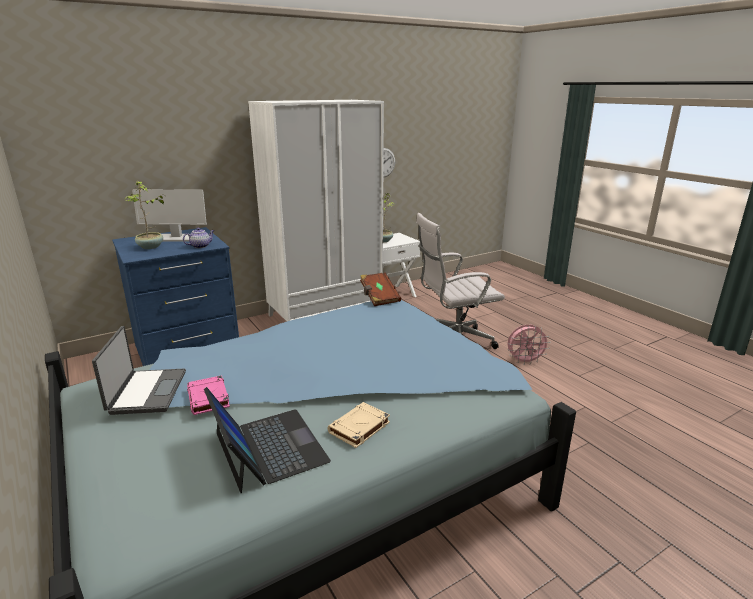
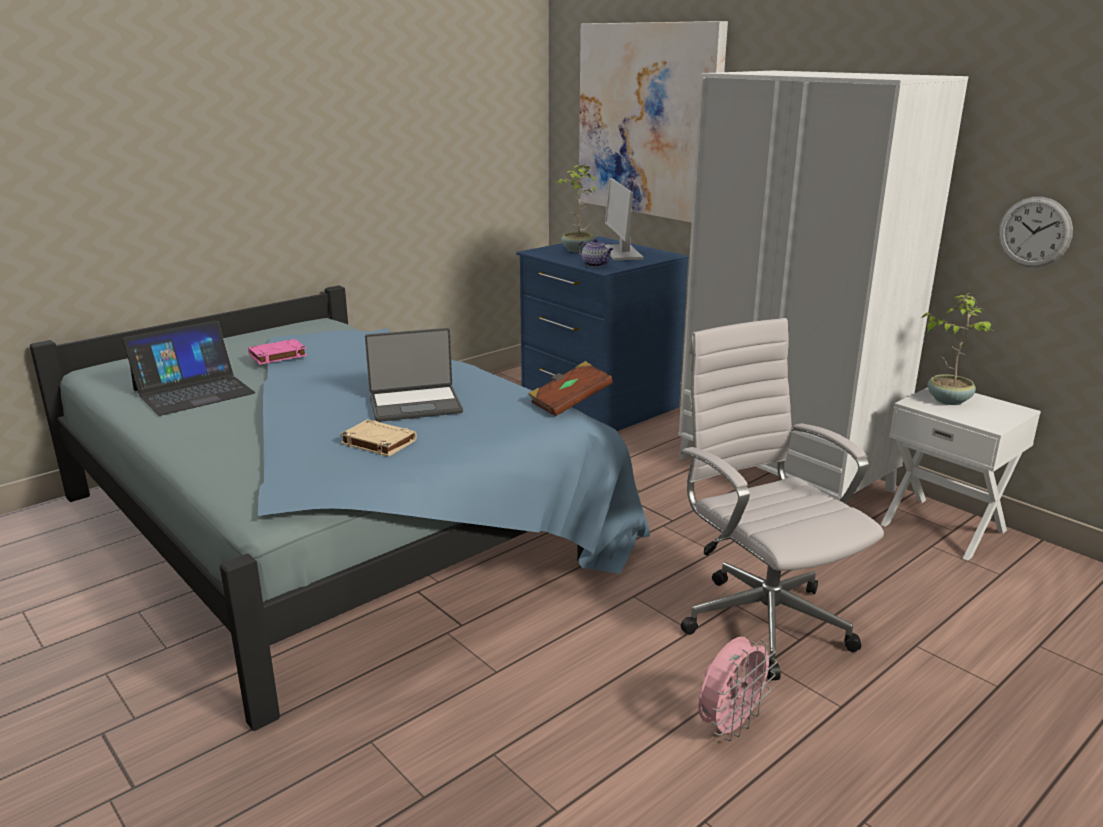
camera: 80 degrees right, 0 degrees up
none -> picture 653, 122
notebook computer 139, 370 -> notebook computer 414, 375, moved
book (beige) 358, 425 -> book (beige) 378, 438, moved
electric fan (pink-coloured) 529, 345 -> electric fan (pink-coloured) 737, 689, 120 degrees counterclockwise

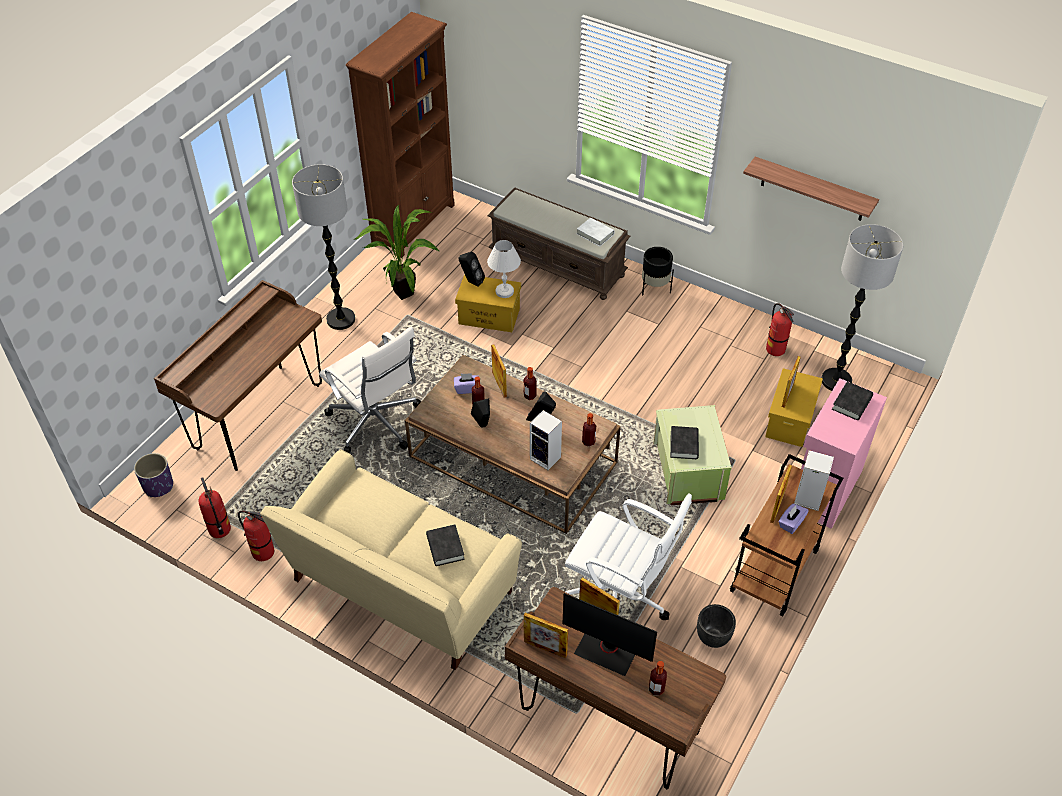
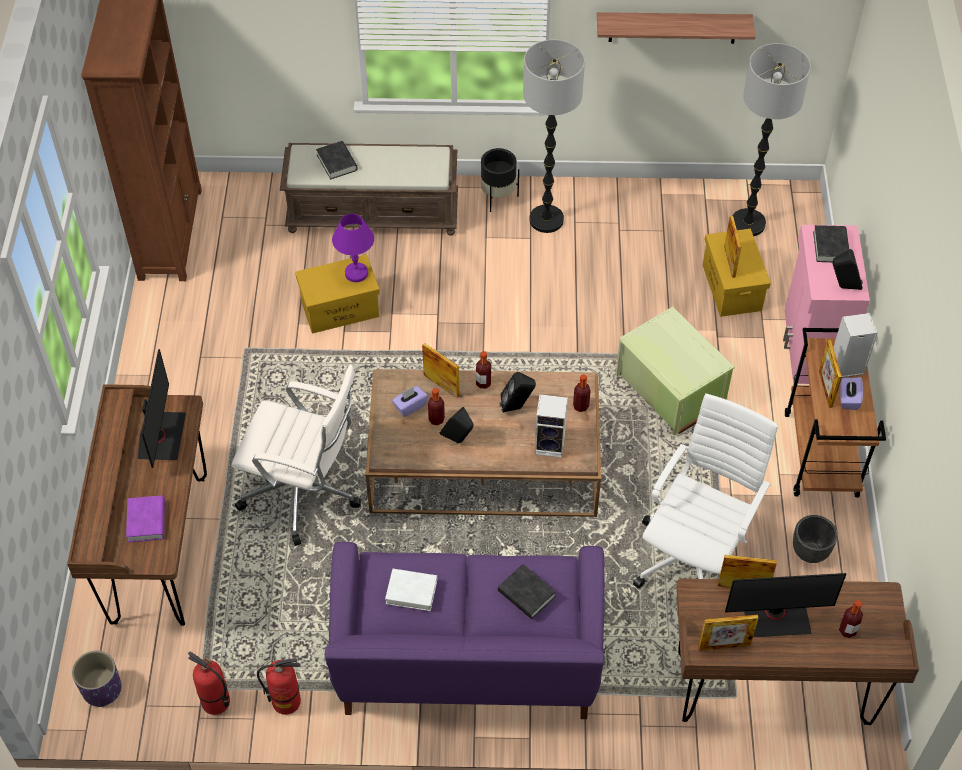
camera: 30 degrees left, 5 degrees up
plant in a pot 397, 252 -> none
fire-fighting cylinder 780, 329 -> none
none -> book (purplish) 145, 518
none -> computer display 162, 408
floor lamp 323, 247 -> floor lamp 554, 136, moved
audio speaker (black) 472, 269 -> audio speaker (black) 847, 269, moved
book (white) 596, 232 -> book (white) 411, 590, moved
book (black) 684, 442 -> book (black) 337, 160, moved
settee (beige) 391, 559 -> settee (purplish) 465, 630
table lamp (white) 504, 269 -> table lamp (purplish) 353, 248
office chair (white) 628, 556 -> office chair (white) 705, 491, 60 degrees counterclockwise

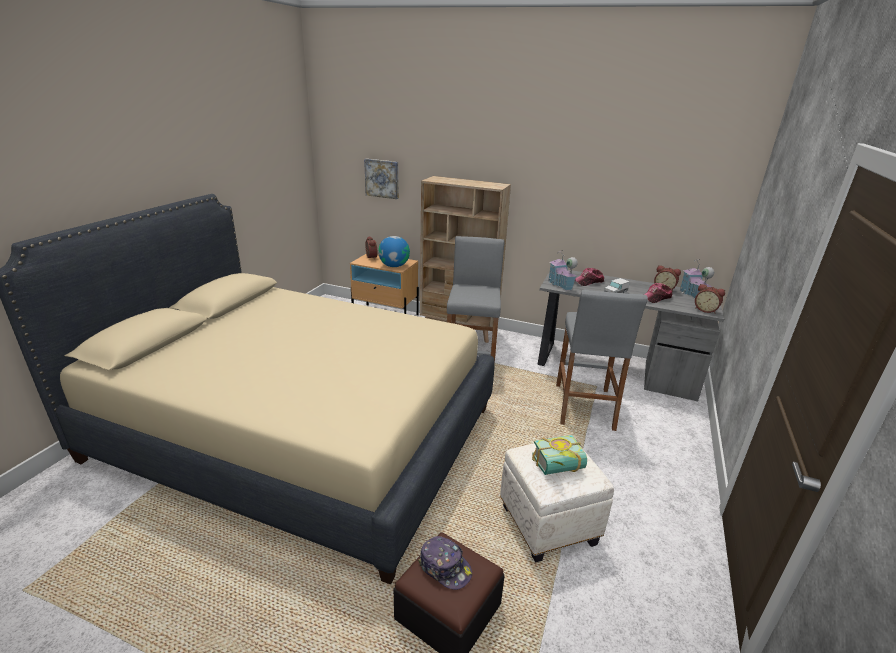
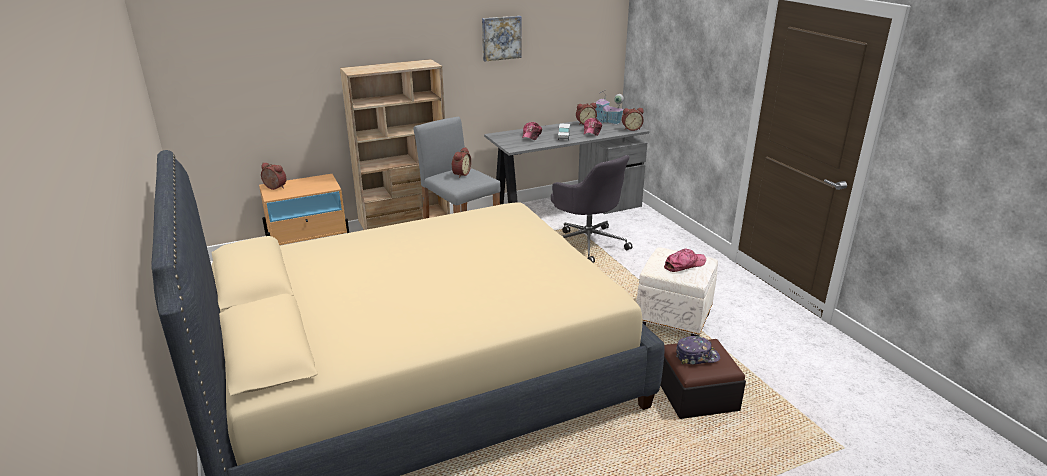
camera: 45 degrees left, 0 degrees up
world globe 394, 251 -> none
miniature house 563, 270 -> none
none -> bedside clock 461, 162
picture 381, 179 -> picture 502, 38, moved
book 559, 455 -> peaked cap 685, 260
sitting stool (grey) 602, 360 -> office chair (grey) 592, 209

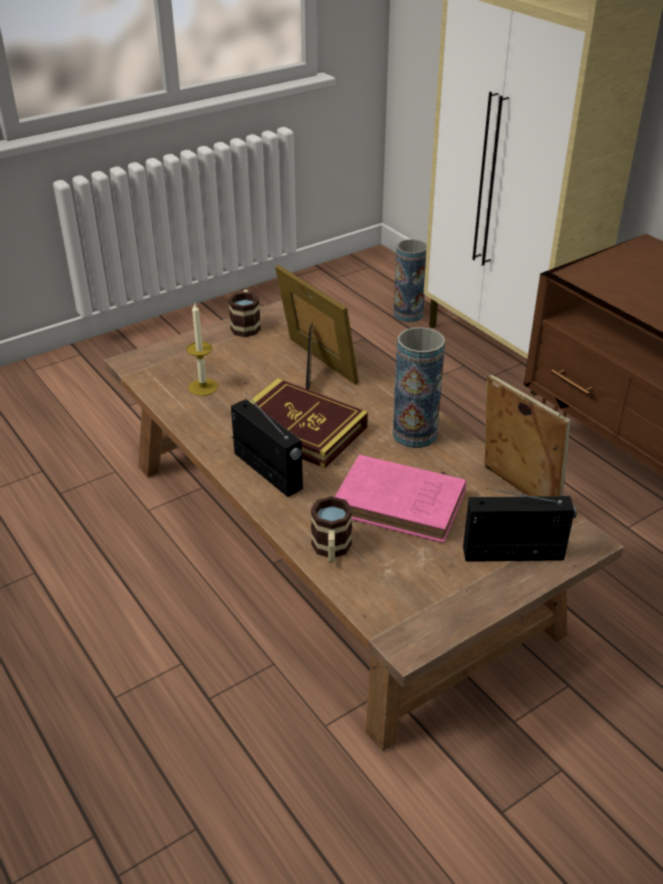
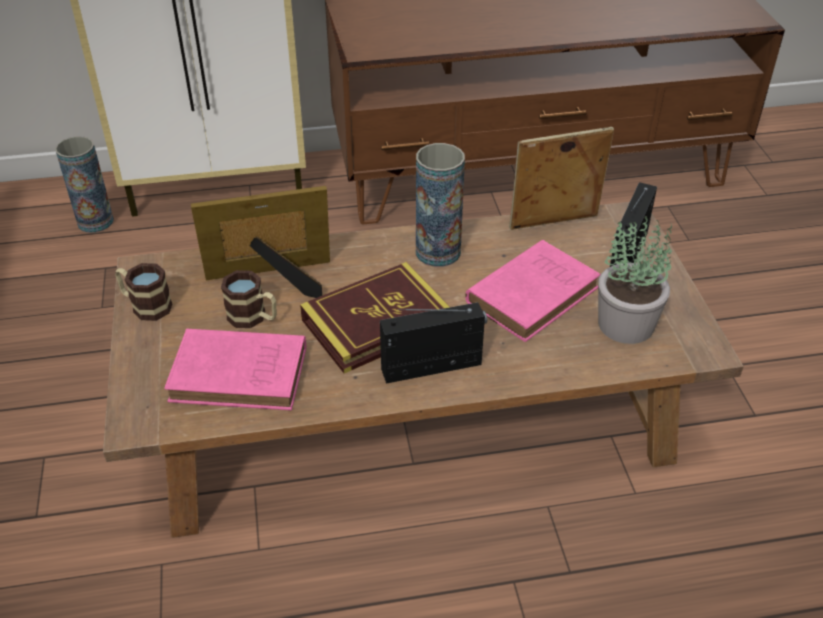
camera: 65 degrees left, 5 degrees up
none -> plant in a pot 635, 280
coffee mug 332, 529 -> coffee mug 249, 299, moved
wax light 202, 349 -> book (pink-coloured) 235, 370

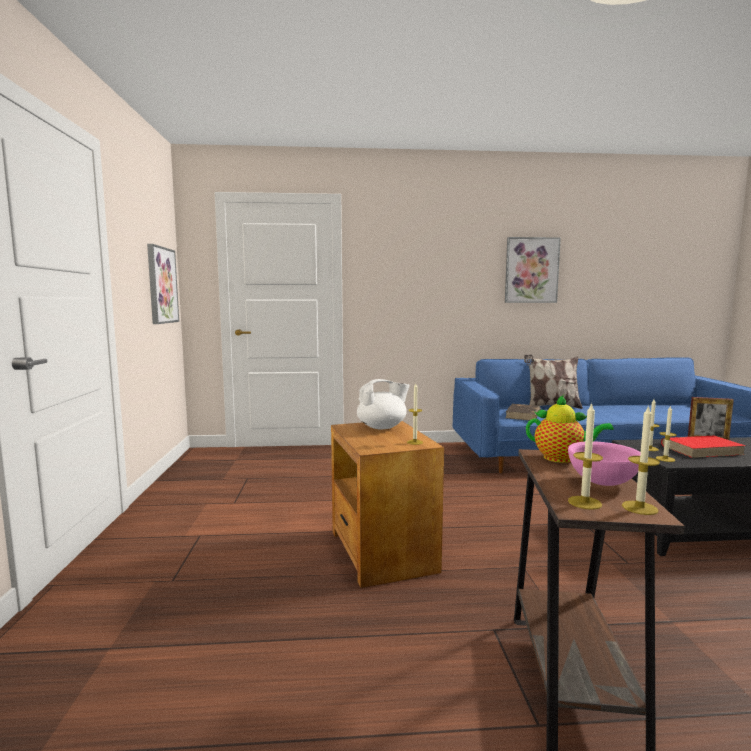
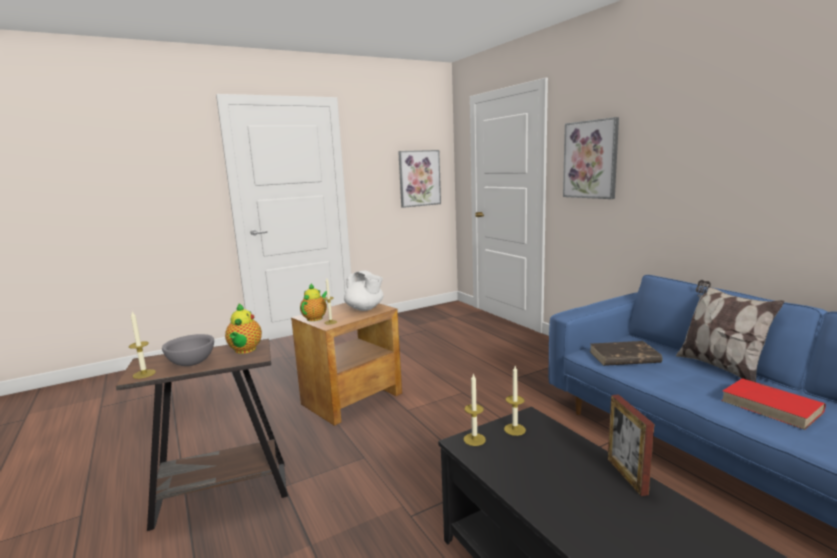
camera: 65 degrees right, 5 degrees up
wax light 585, 456 -> none
none -> pot for tea 313, 302
picture 533, 270 -> picture 591, 158, moved
book (reddish) 703, 447 -> book (reddish) 773, 404, moved
serving bowl (pink-coloured) 604, 463 -> serving bowl (grey) 188, 350

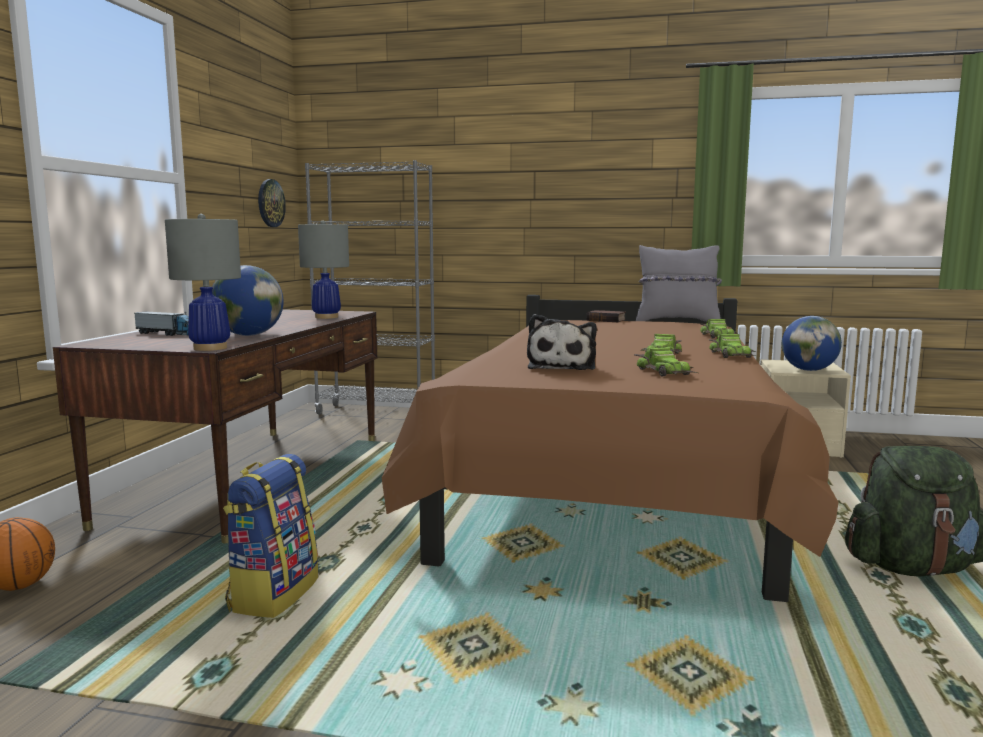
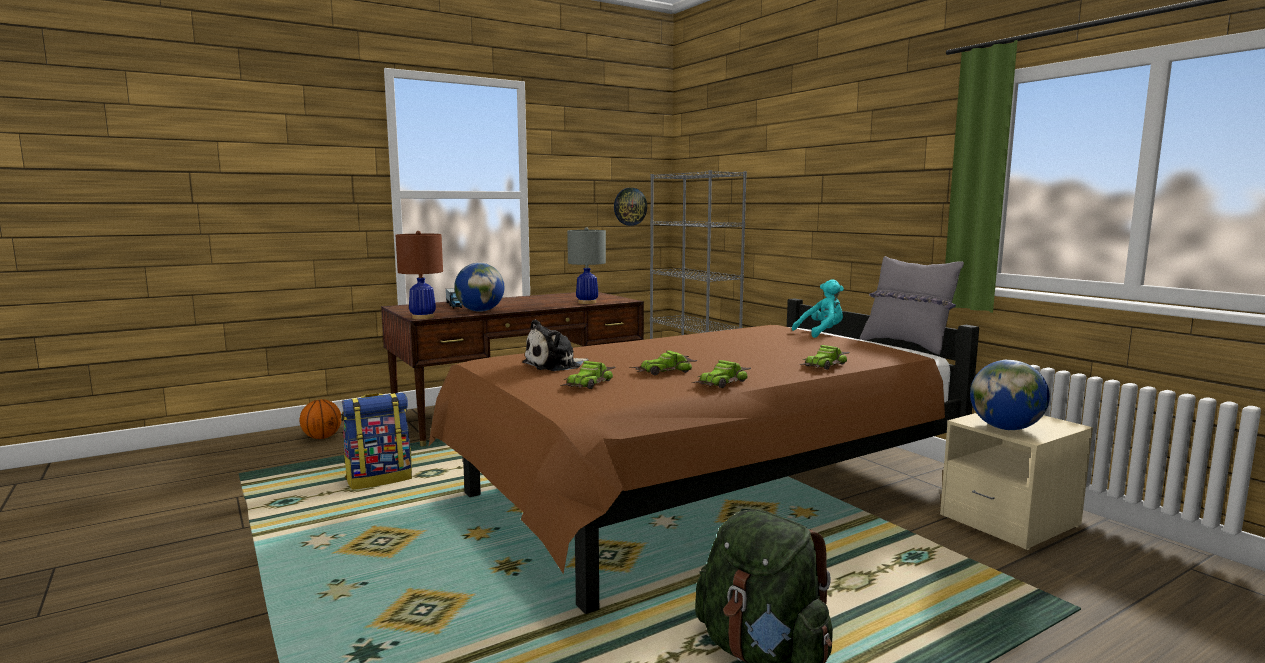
camera: 45 degrees right, 0 degrees up
book 606, 316 -> plush toy (turquoise) 818, 308
table lamp (grey) 203, 282 -> table lamp (brownish) 419, 275

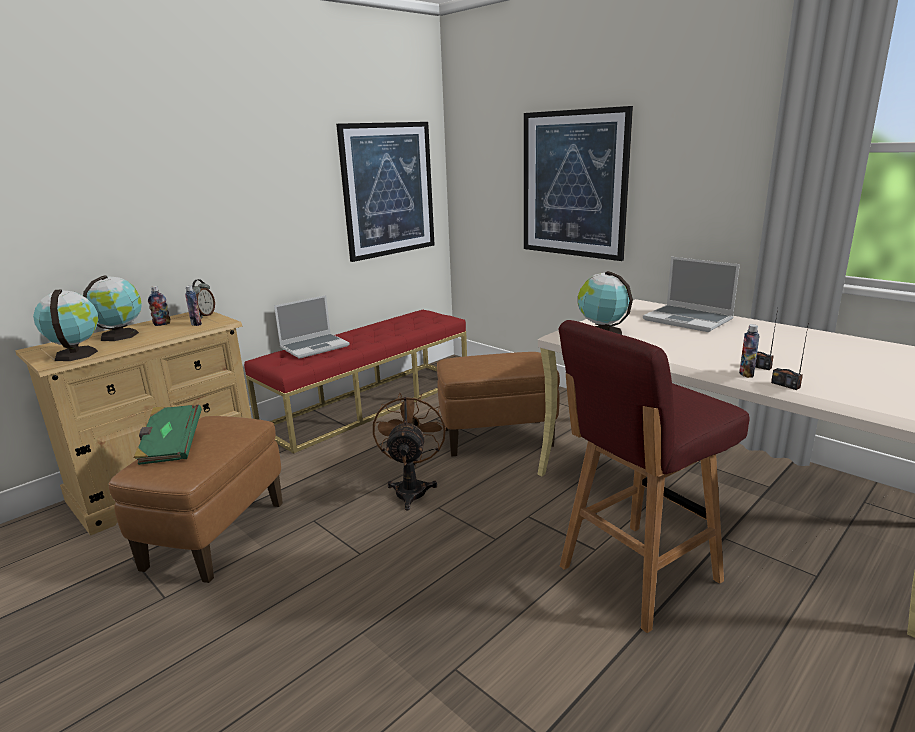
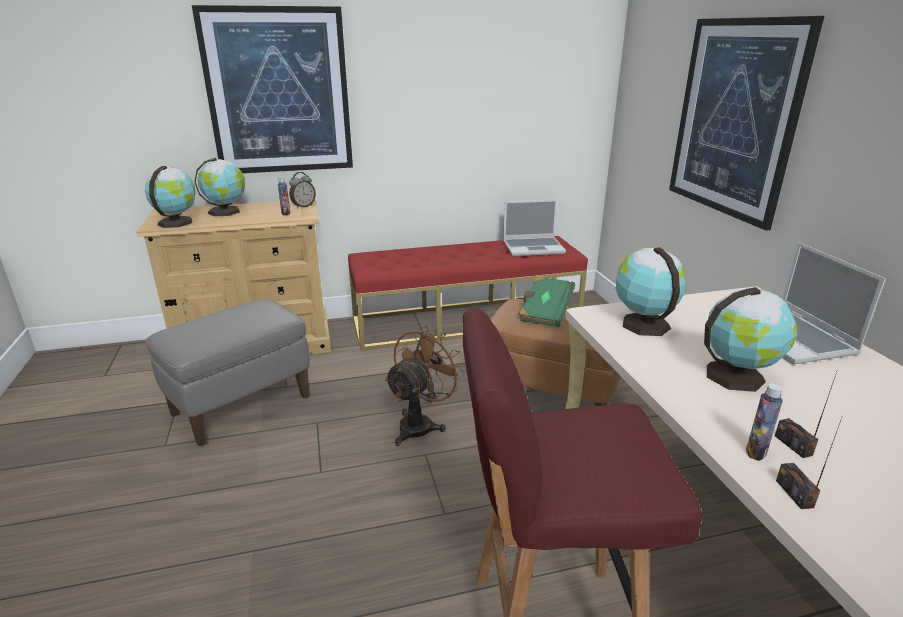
camera: 30 degrees right, 5 degrees up
drink bottle 159, 306 -> none
none -> world globe 750, 339
book (greenish) 168, 435 -> book (greenish) 547, 301, moved
notebook computer 312, 327 -> notebook computer 534, 228, moved
picture 385, 192 -> picture 272, 89, moved
footrest (brownish) 196, 499 -> footrest (grey) 228, 373

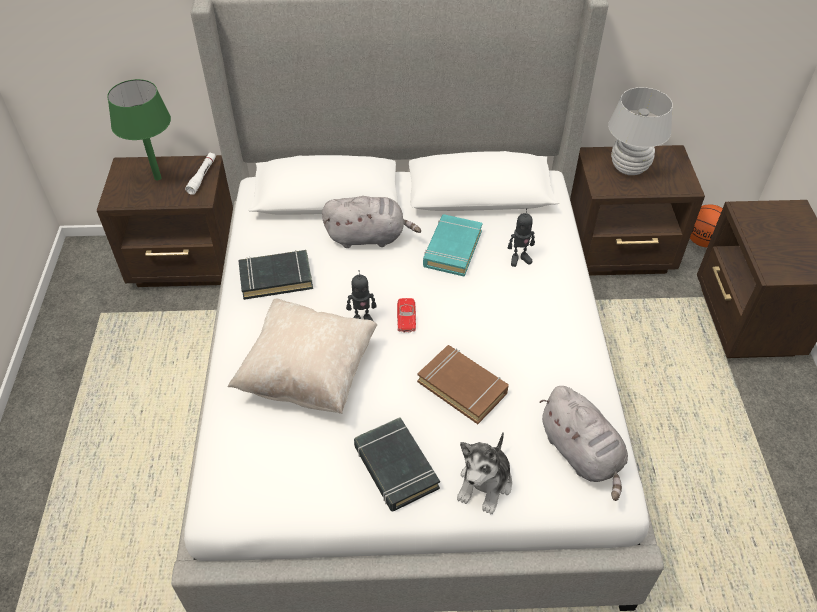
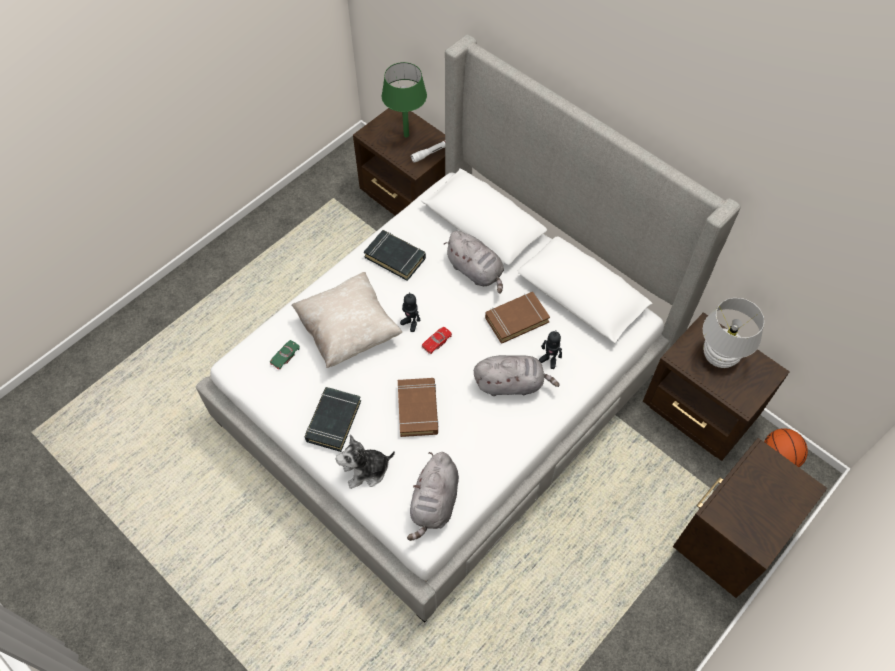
camera: 45 degrees right, 10 degrees up
none -> model car (greenish) 285, 355
none -> plush toy (grey) 517, 375
book (turquoise) 453, 245 -> book (brownish) 517, 318

